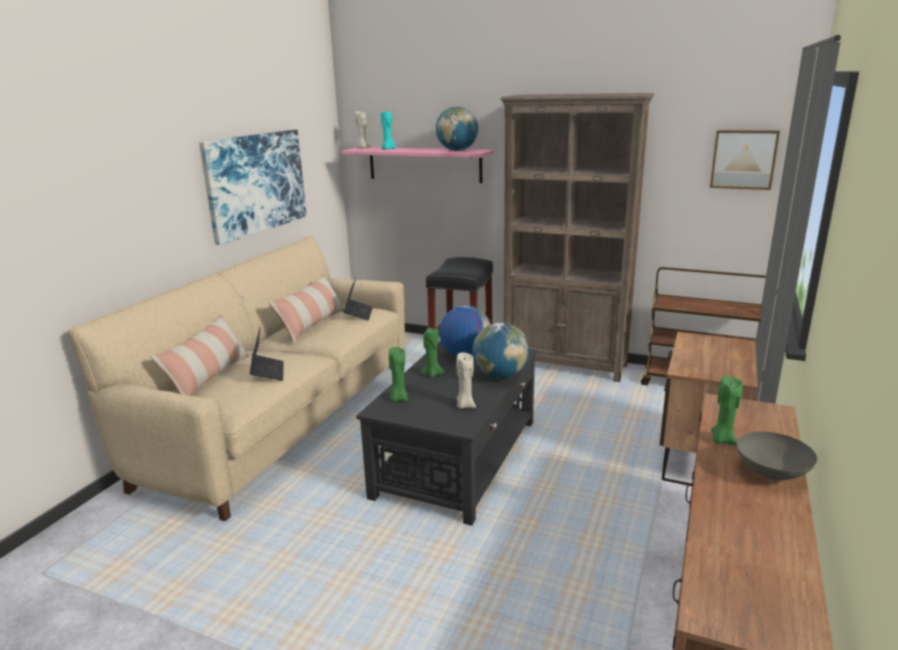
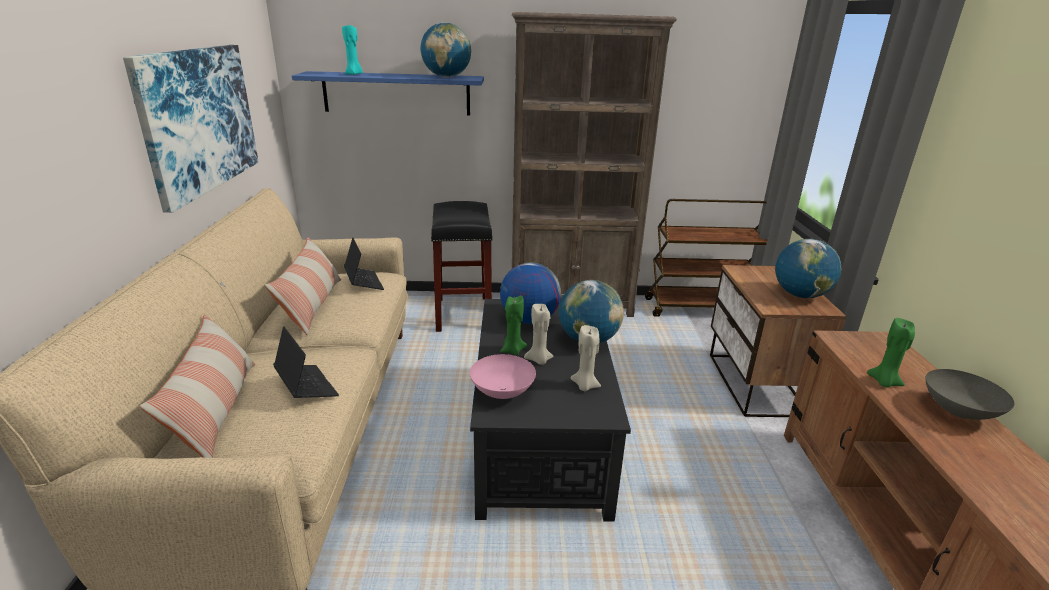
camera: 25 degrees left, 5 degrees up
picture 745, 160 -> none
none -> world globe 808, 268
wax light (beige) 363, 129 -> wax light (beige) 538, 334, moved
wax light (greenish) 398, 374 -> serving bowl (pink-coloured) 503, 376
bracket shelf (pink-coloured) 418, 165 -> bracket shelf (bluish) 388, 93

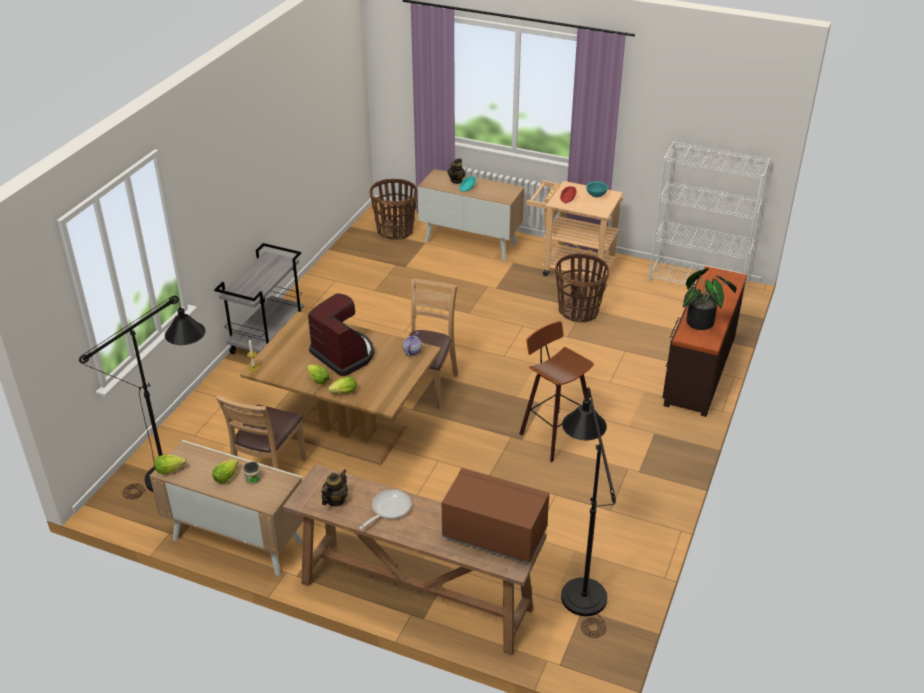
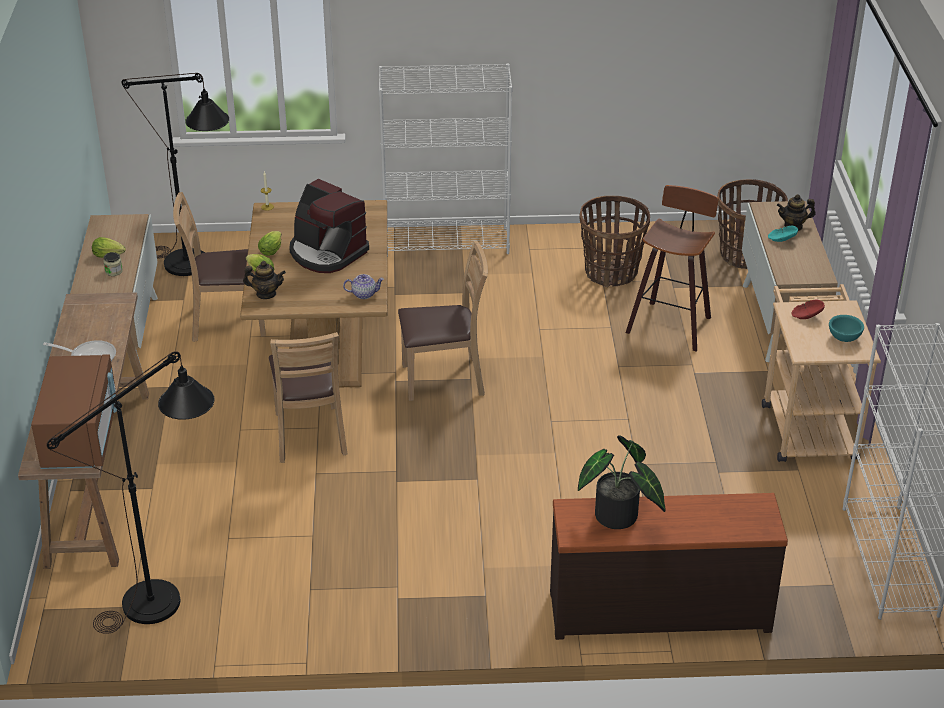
camera: 65 degrees right, 0 degrees up
lettuce head 170, 464 -> none
none -> chair (brownish) 308, 397
pot for tea 335, 487 -> pot for tea 264, 280, moved
sitting stool 556, 391 -> sitting stool 672, 268, moved
household basket 582, 288 -> household basket 614, 241, moved
wheeled cart (grey) 259, 298 -> shelving unit (white) 445, 160
coffee brewer 341, 334 -> coffee brewer 329, 226, 105 degrees clockwise

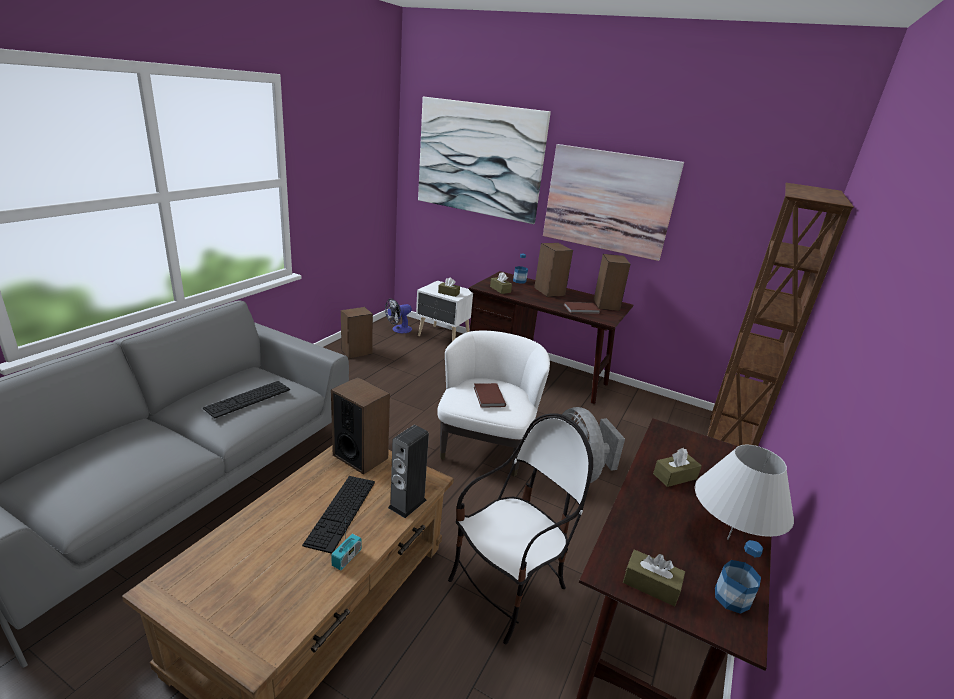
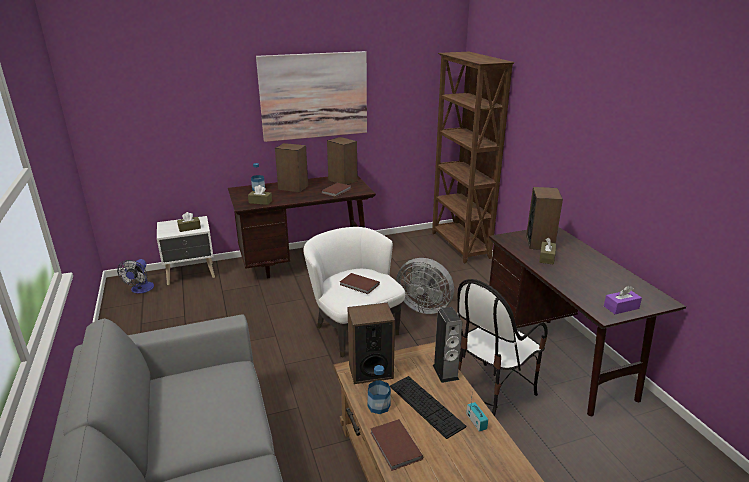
camera: 45 degrees left, 0 degrees up
PC keyboard 246, 400 -> none
picture 484, 160 -> none
table lamp (white) 744, 492 -> none
none -> book (brownish) 396, 445
audio speaker 357, 332 -> audio speaker 544, 218, moved
drink bottle 739, 577 -> drink bottle 379, 389, moved
tissue holder (brownish) 654, 578 -> tissue holder (purplish) 623, 300
chair 520, 528 -> chair 502, 347, 135 degrees counterclockwise

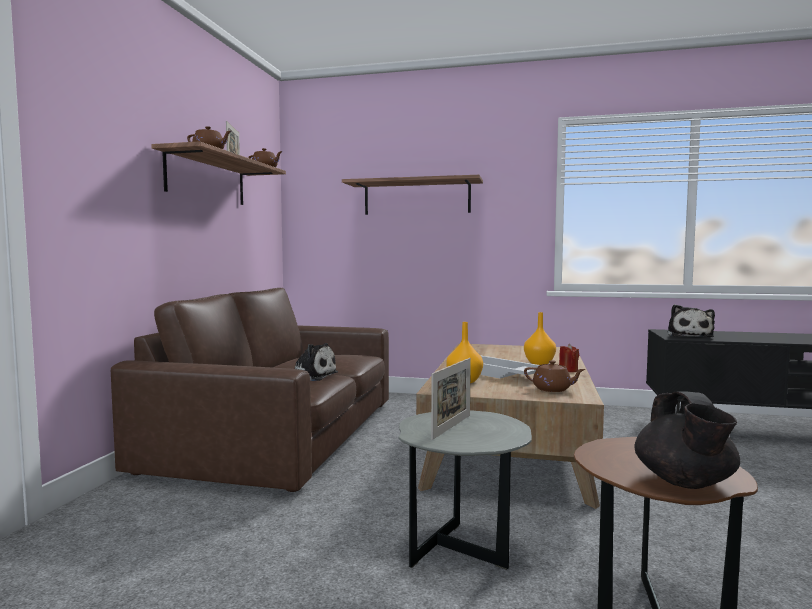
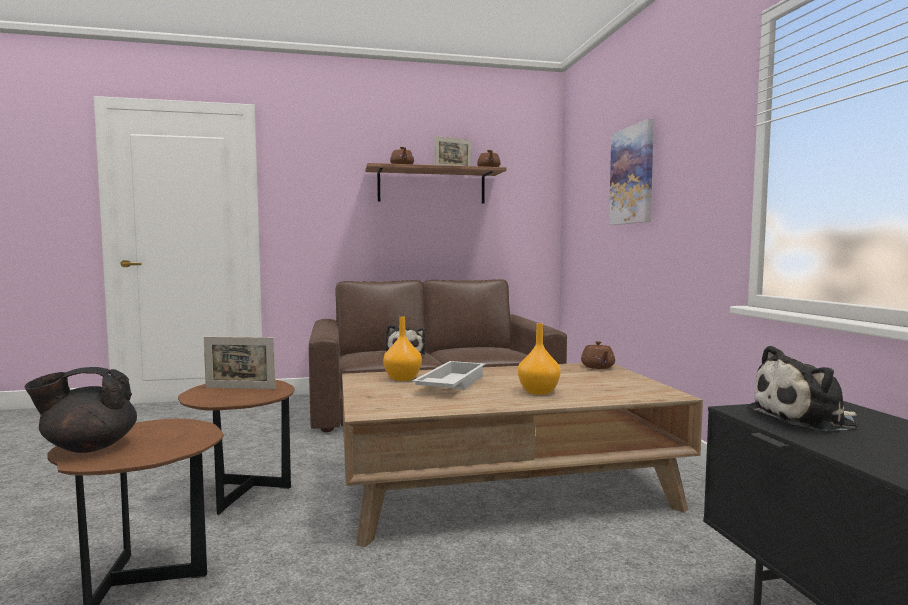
camera: 65 degrees right, 0 degrees up
wax light (reddish) 569, 358 -> none
pot for tea (brownish) 555, 376 -> pot for tea (brownish) 598, 355, moved
bracket shelf 412, 195 -> picture 631, 172
side table (grey) 465, 490 -> side table (brownish) 236, 447

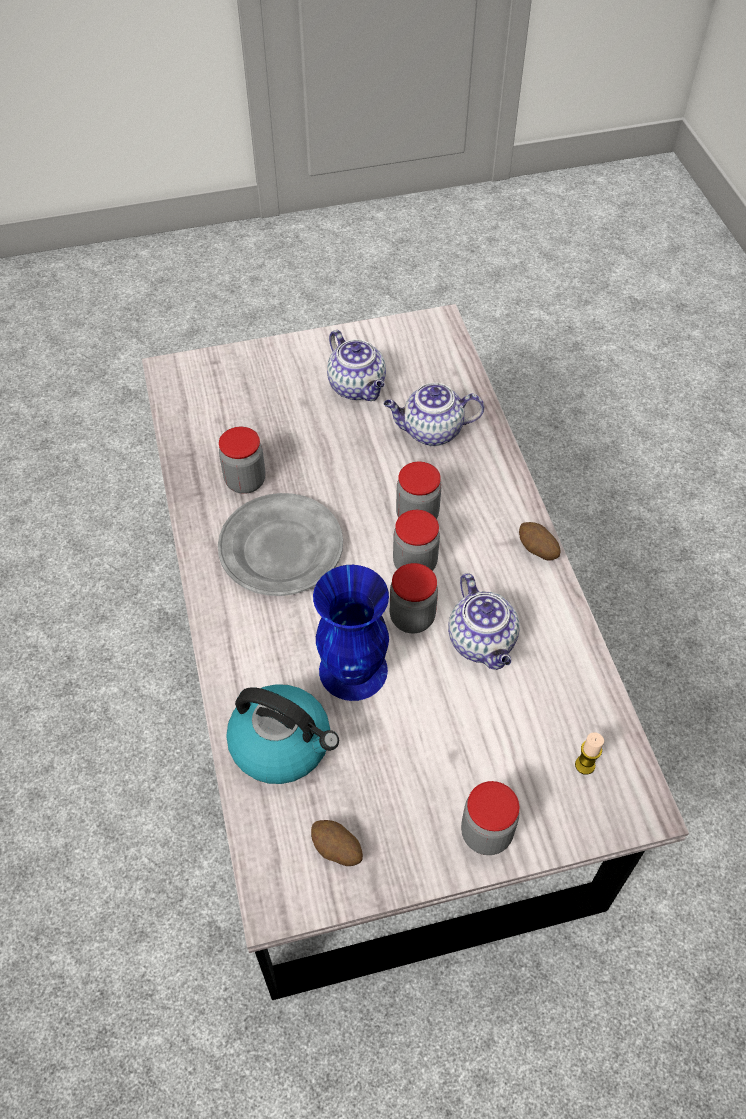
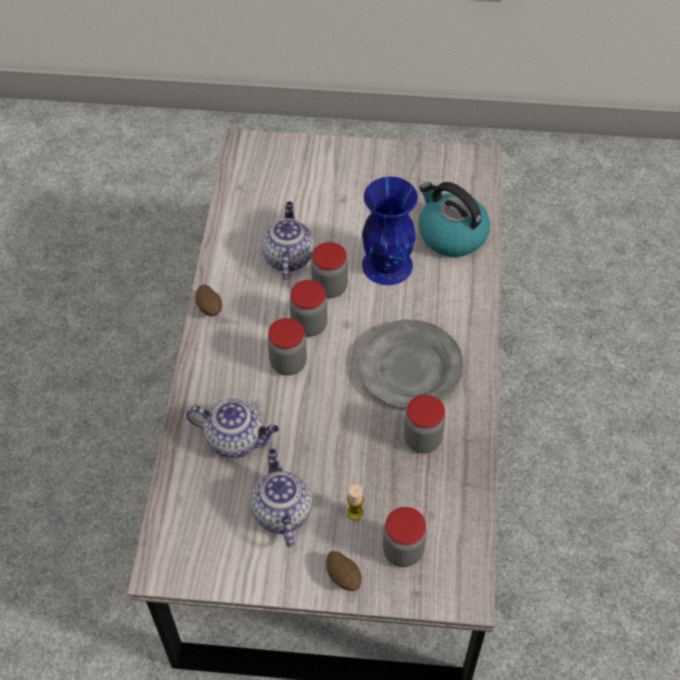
camera: 160 degrees left, 0 degrees up
potato 337, 843 -> potato 344, 571, moved
storage jar 490, 818 -> storage jar 405, 537, moved
wax light 589, 753 -> wax light 355, 502, moved

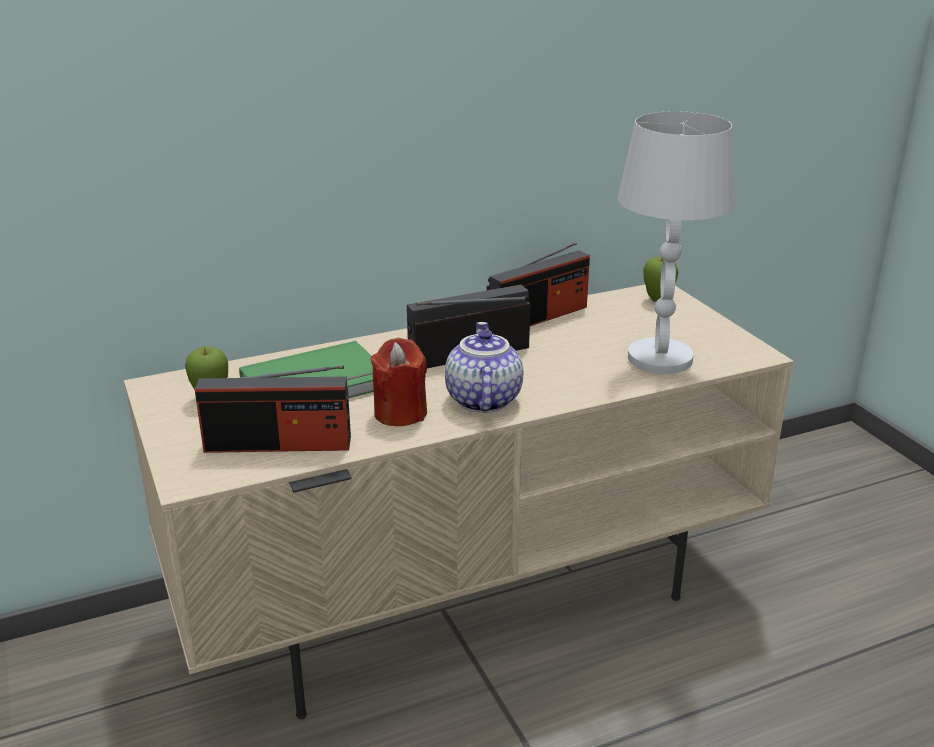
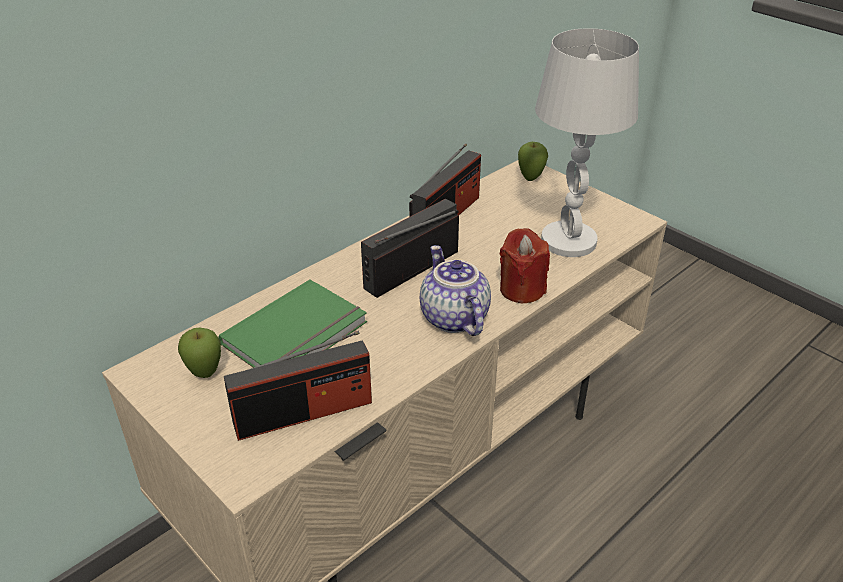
camera: 20 degrees left, 10 degrees up
wax light (reddish) 399, 382 -> wax light (reddish) 525, 265, moved

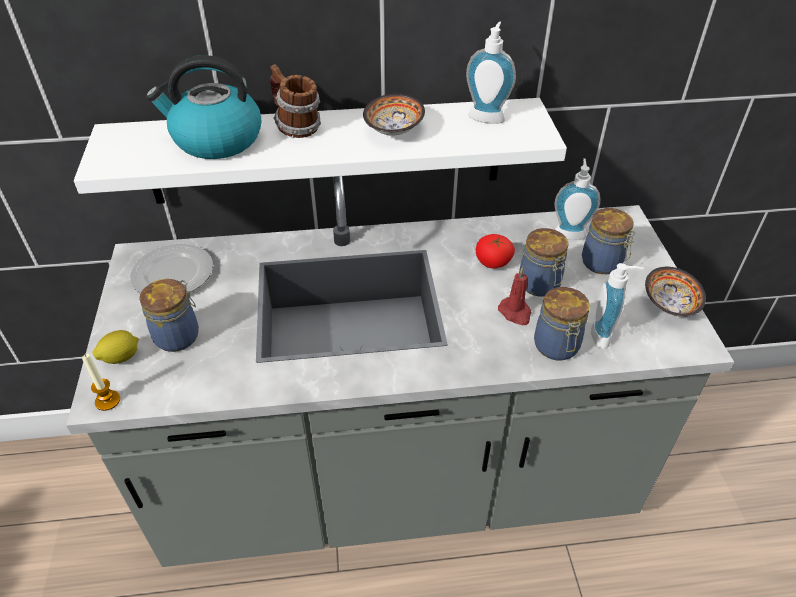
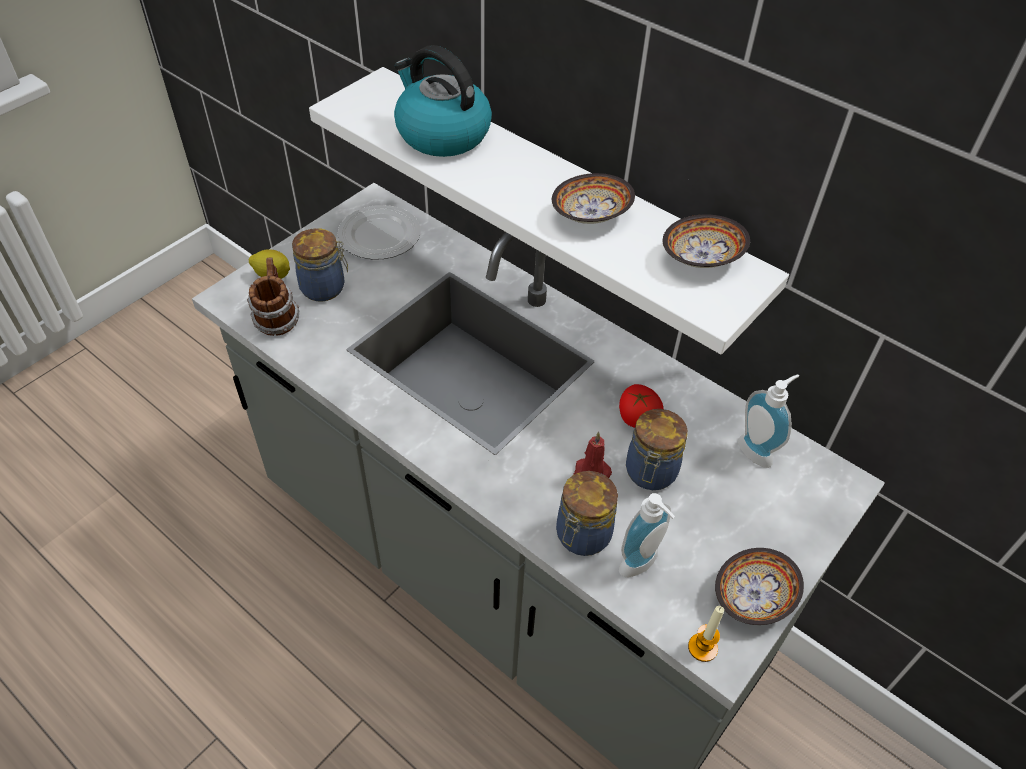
camera: 45 degrees right, 5 degrees up
storage jar 609, 241 -> none
wax light 101, 382 -> wax light 706, 634, moved
coffee mug 295, 101 -> coffee mug 273, 296, moved
soap bottle 491, 73 -> serving bowl 706, 241

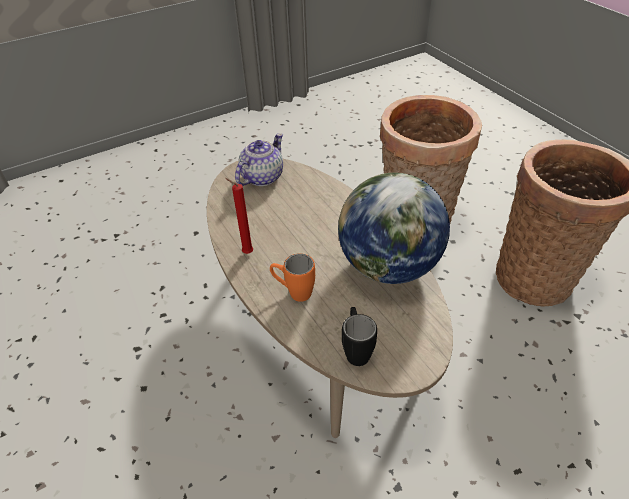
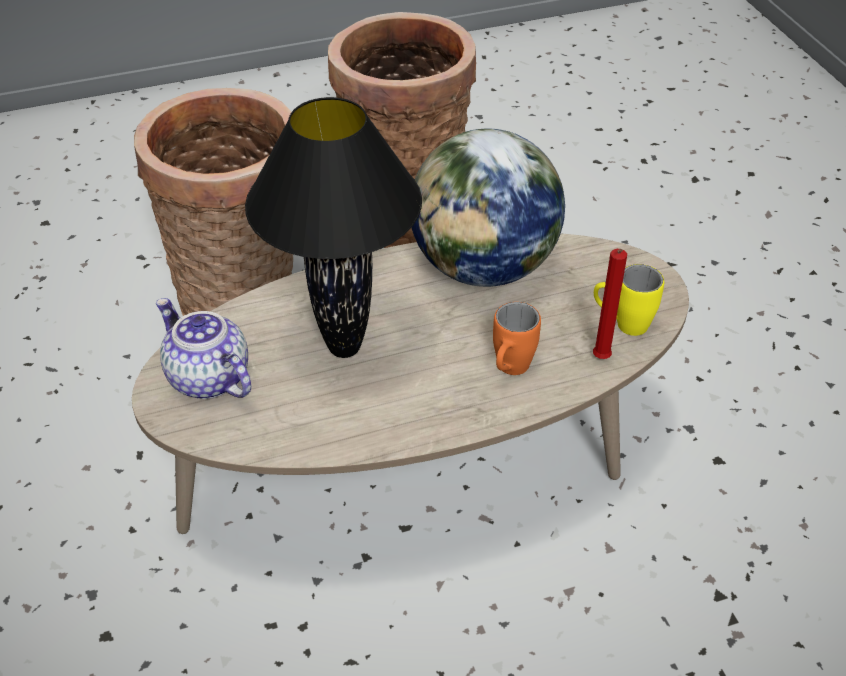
camera: 80 degrees left, 0 degrees up
none -> table lamp (black) 333, 227
wax light (reddish) 239, 216 -> wax light (reddish) 610, 304, moved
coffee mug (black) 359, 336 -> coffee mug (yellow) 629, 300

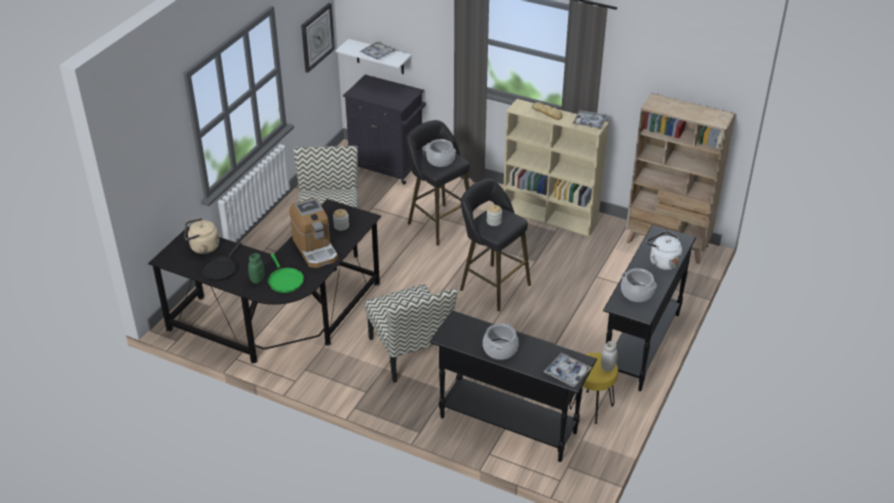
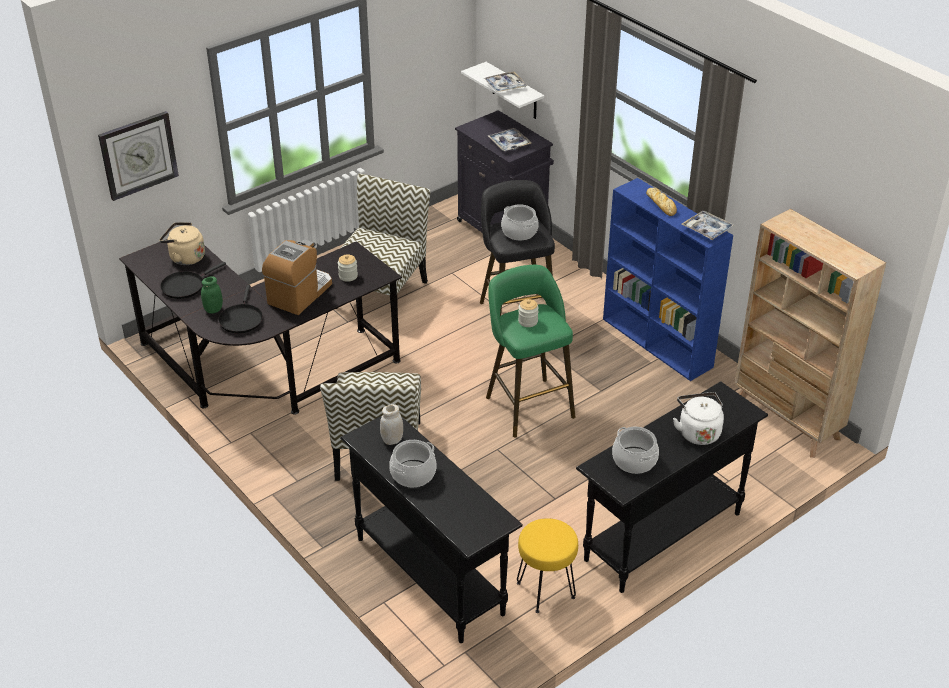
camera: 25 degrees right, 0 degrees up
hanging clock 318, 38 -> hanging clock 138, 156, moved
serving tray 568, 370 -> serving tray 510, 139, moved
storage jar (white) 609, 356 -> storage jar (white) 391, 424, moved
skillet (greenish) 286, 273 -> skillet (black) 240, 309
sitting stool (black) 495, 244 -> sitting stool (greenish) 530, 351
shelving unit (beige) 556, 167 -> shelving unit (bluish) 668, 279
coffee brewer 313, 233 -> coffee brewer 297, 277, 150 degrees counterclockwise

